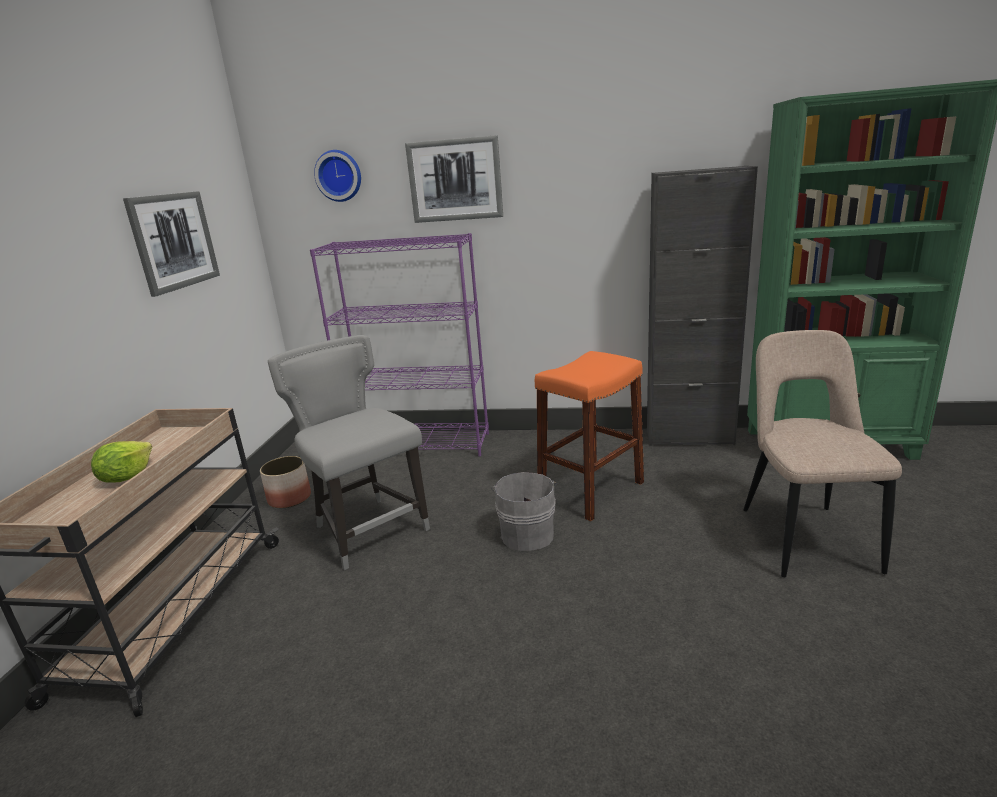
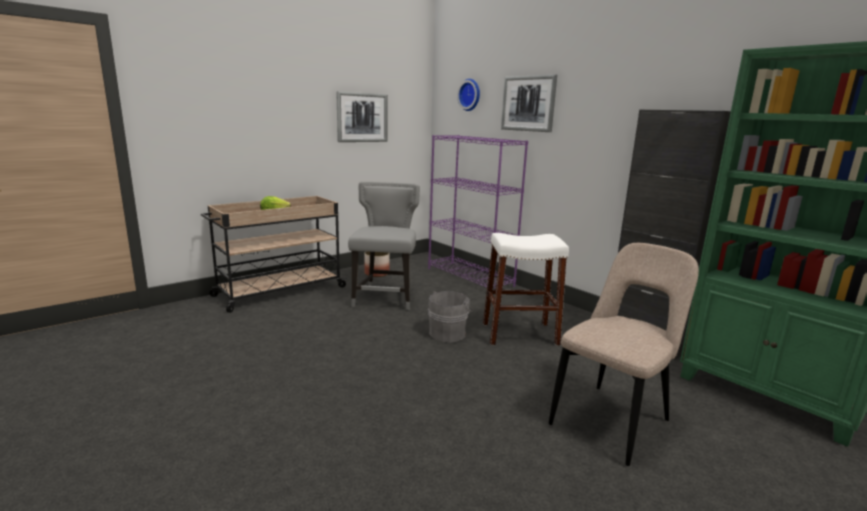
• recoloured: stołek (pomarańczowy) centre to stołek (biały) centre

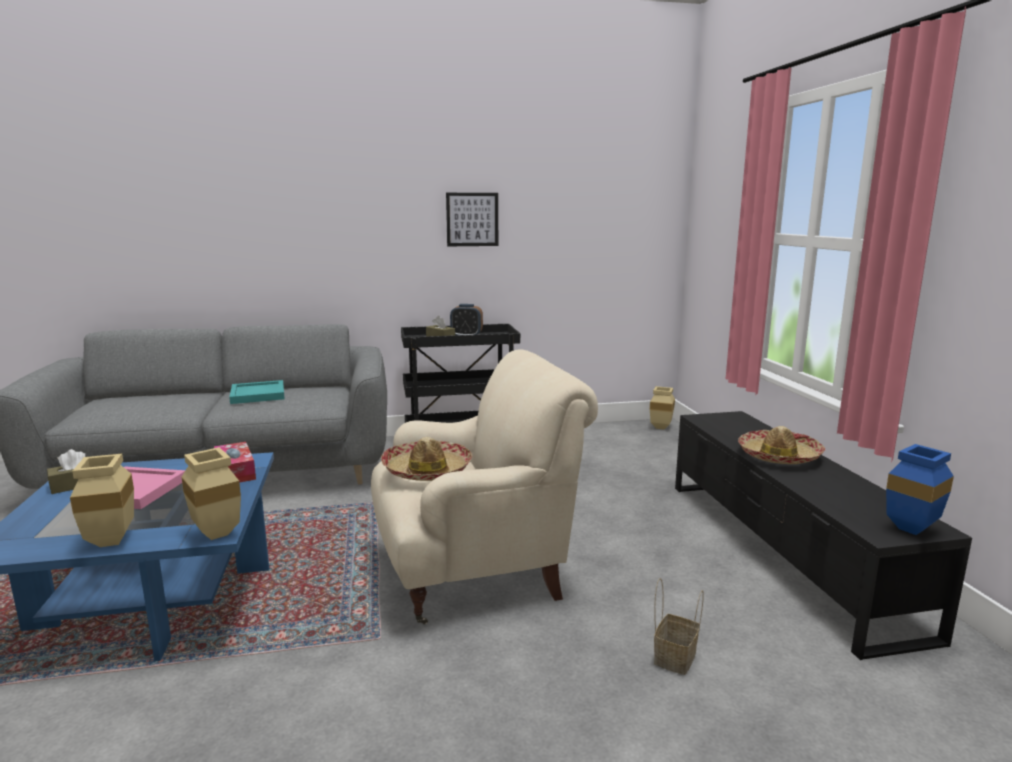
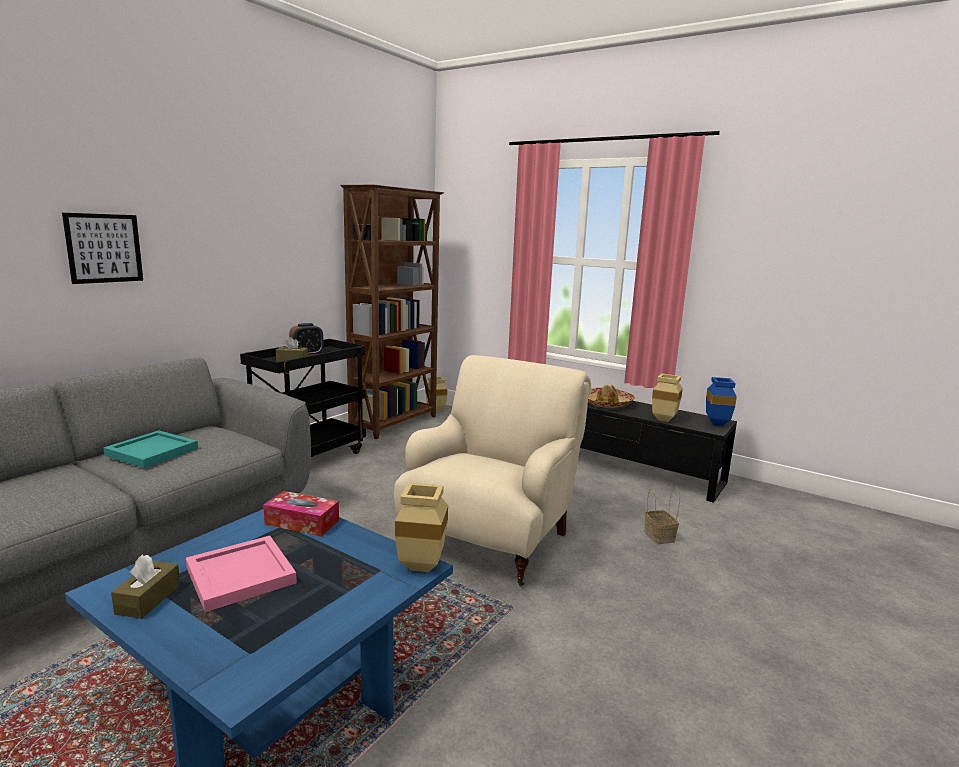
• removed: kapelusz (1st from left) centre
• added: regał (brązowy) centre
• moved: wazon (beżowy) (1st from left in the first image) middle left to wazon (beżowy) (3rd from left) middle right
• moved: obraz top centre to top left

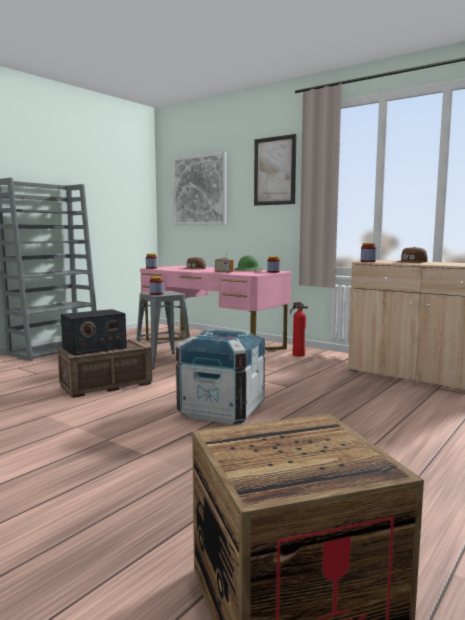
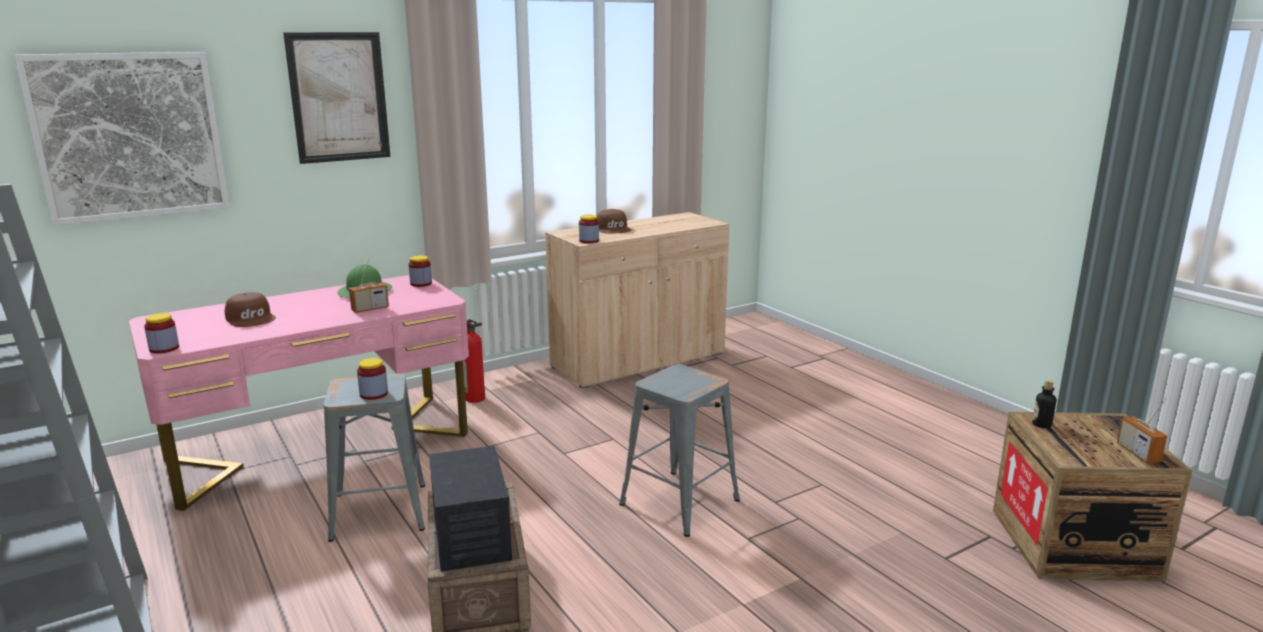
• added: butelka middle right
• added: radio (3rd from left) bottom right
• replaced: skrzynka (2nd from left) centre to stołek (szary) (2nd from left) bottom centre

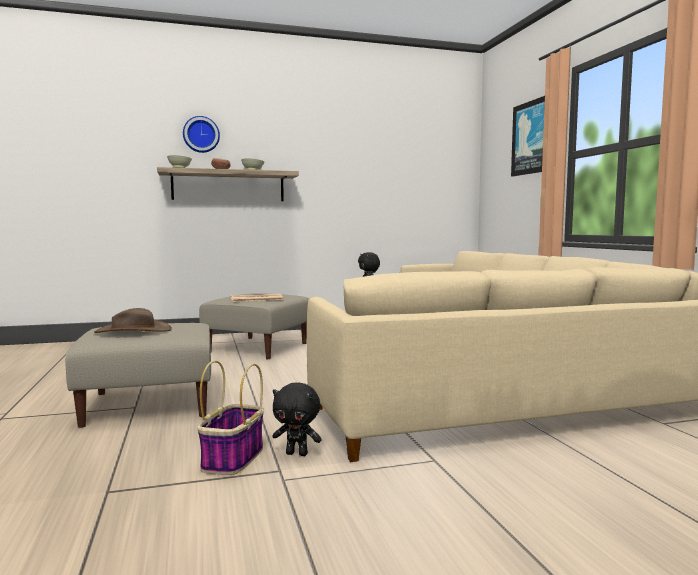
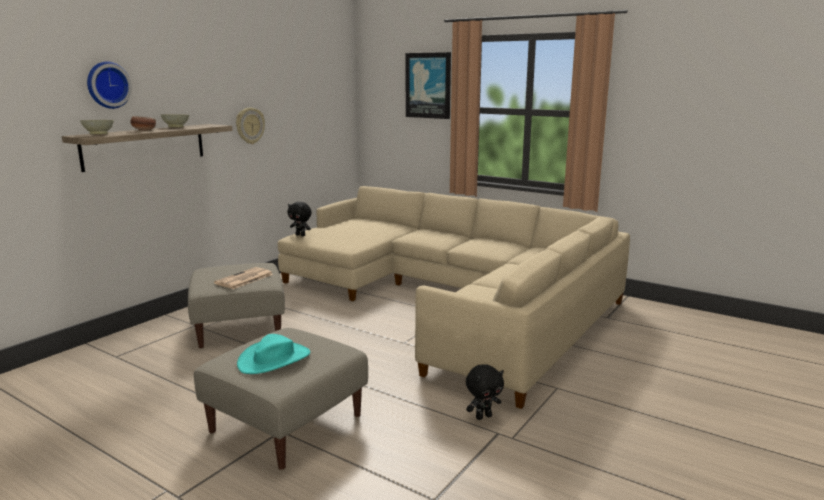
• removed: koszyk bottom left
• added: zegar ścienny (2nd from left) top left
• recoloured: kapelusz (brązowy) middle left to kapelusz (turkusowy) bottom left

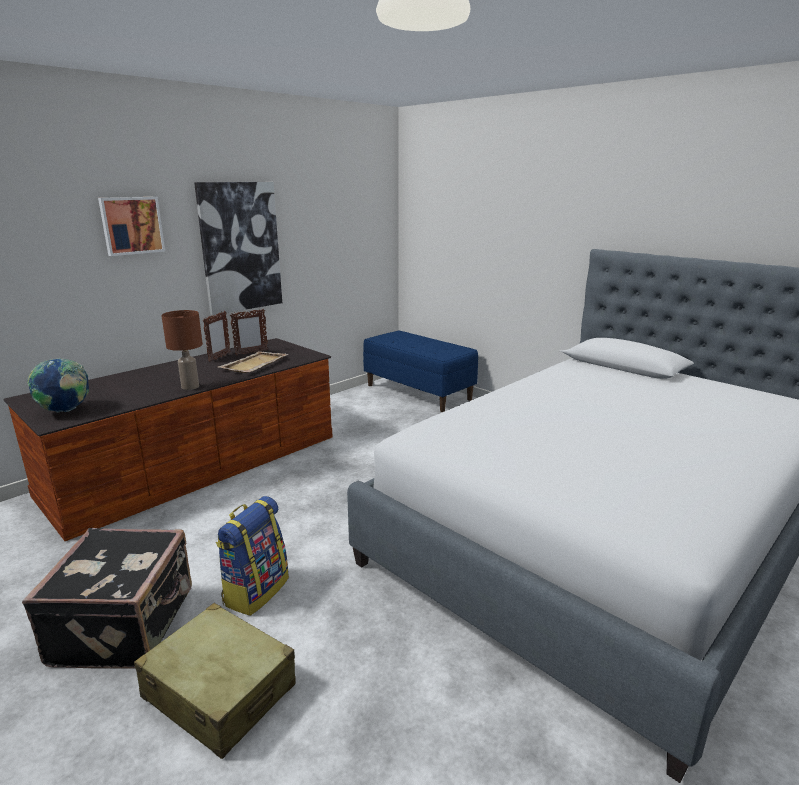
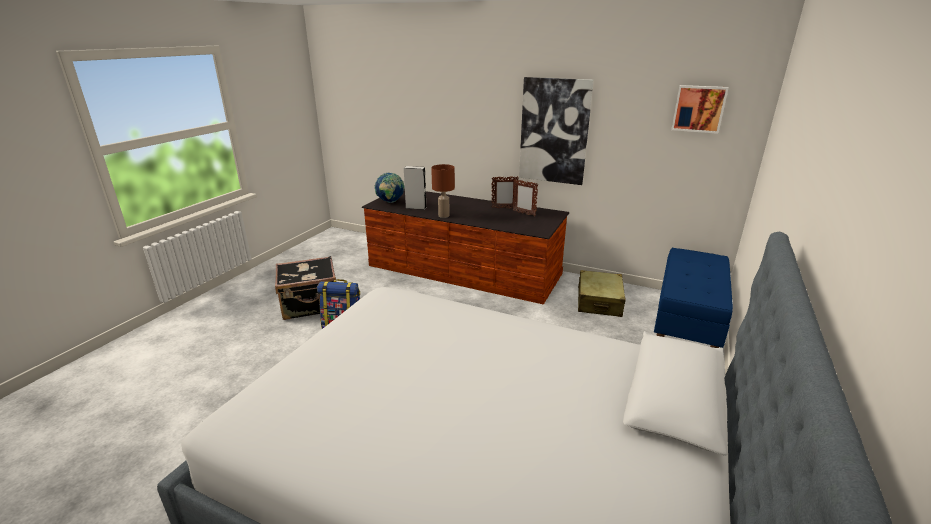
• removed: taca (beżowy) middle left
• added: głośnik (szary) centre
• moved: obraz (1st from left in the first image) top left to obraz (2nd from left) top right
• moved: walizka (beżowy) bottom left to centre

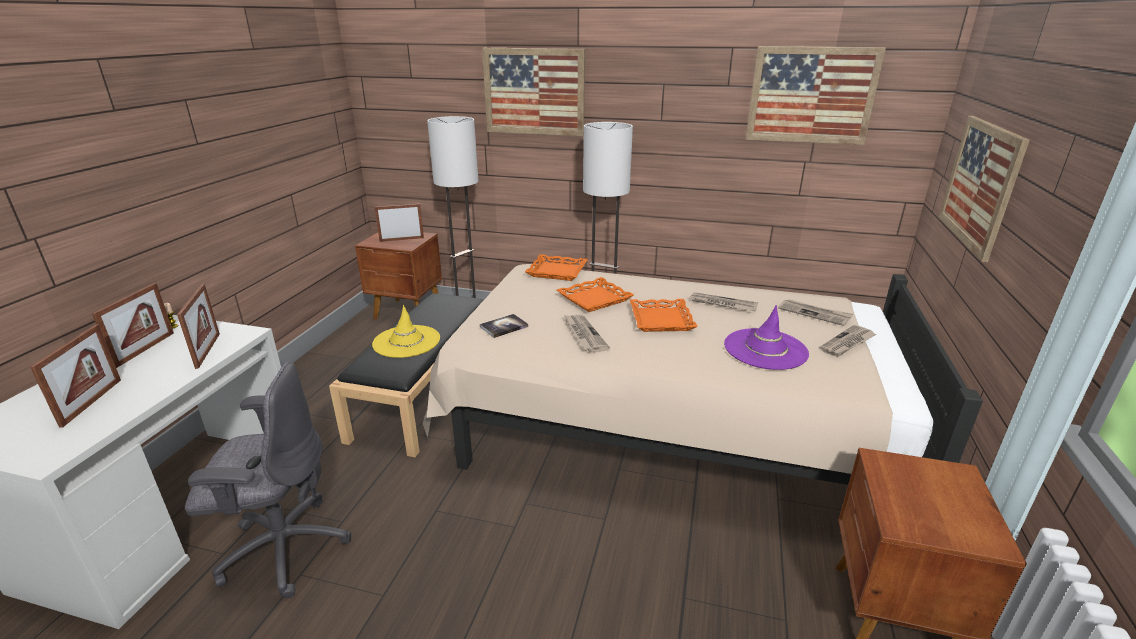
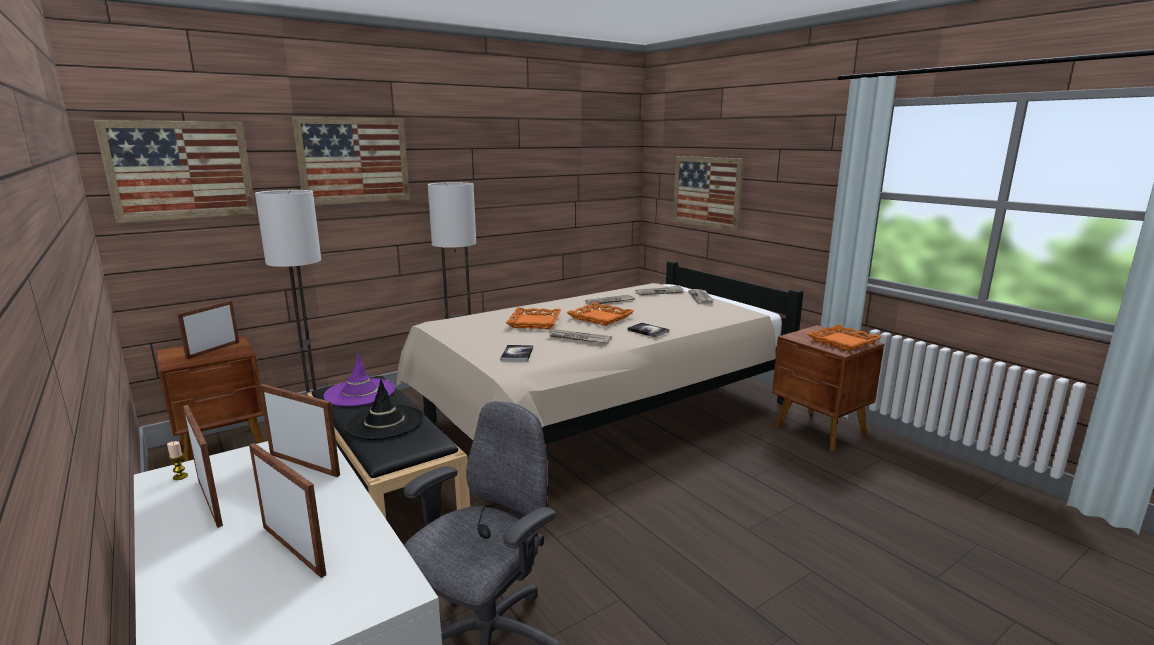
• added: książka (2nd from left) centre
• moved: taca (pomarańczowy) (1st from left in the first image) centre to taca (pomarańczowy) (3rd from left) middle right
• moved: kapelusz (fioletowy) middle right to middle left
• moved: obraz (2nd from left in the first image) top right to obraz (1st from left) top left
• recoloured: kapelusz (żółty) centre to kapelusz (czarny) middle left

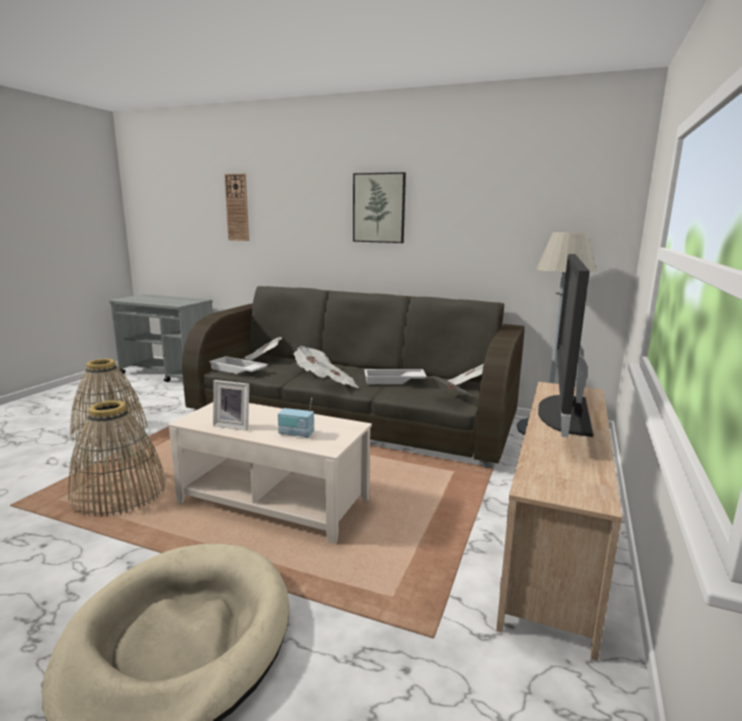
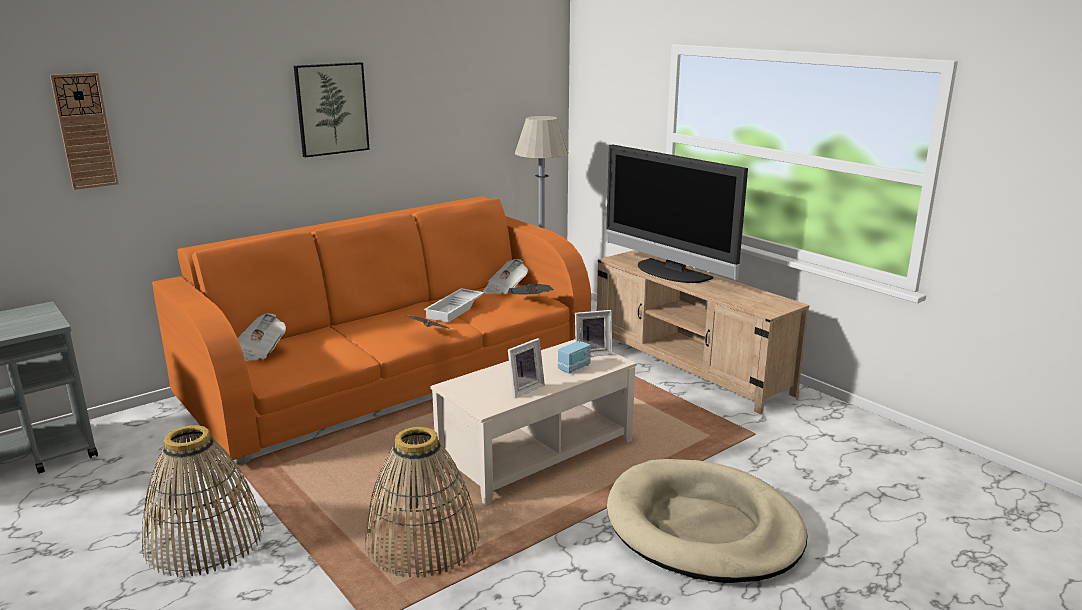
• removed: taca (biały) (1st from left) middle left
• removed: gazeta (2nd from left) centre
• added: ramka na zdjęcie (2nd from left) centre
• recoloured: kanapa (szary) centre to kanapa (pomarańczowy) centre

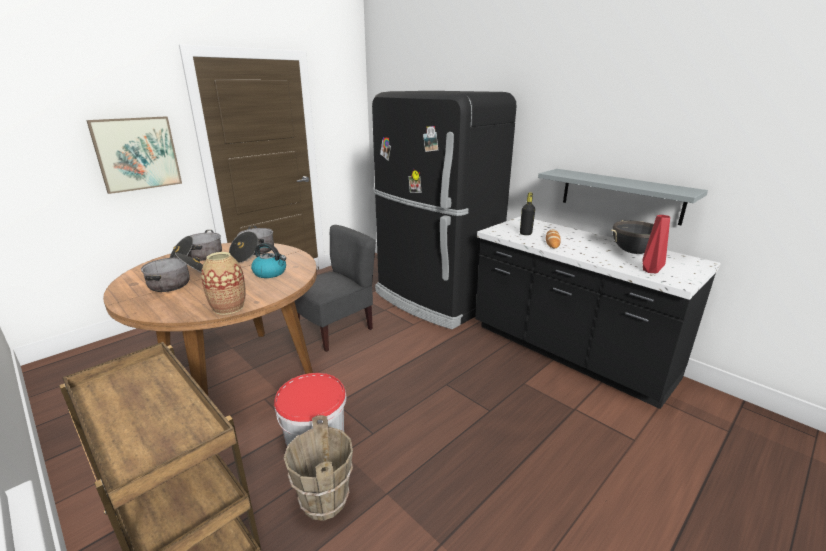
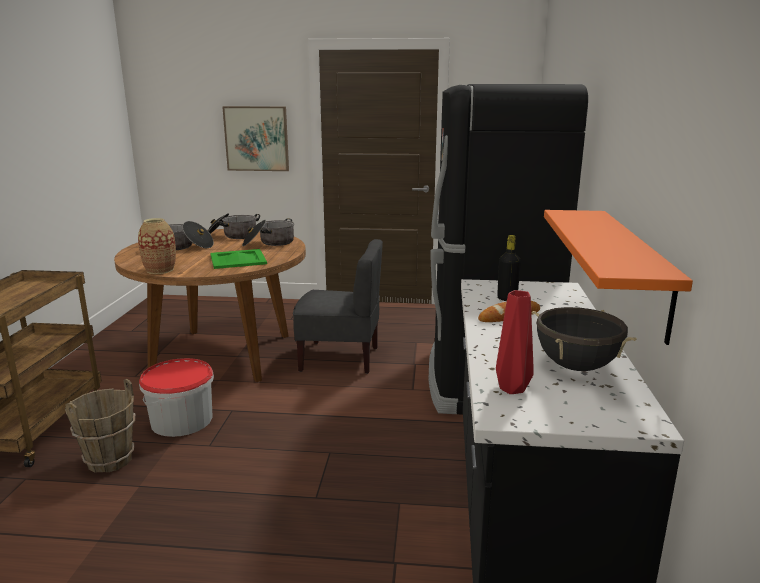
• replaced: czajnik middle left to taca (zielony) middle left
• recoloured: półka (szary) middle right to półka (pomarańczowy) middle right

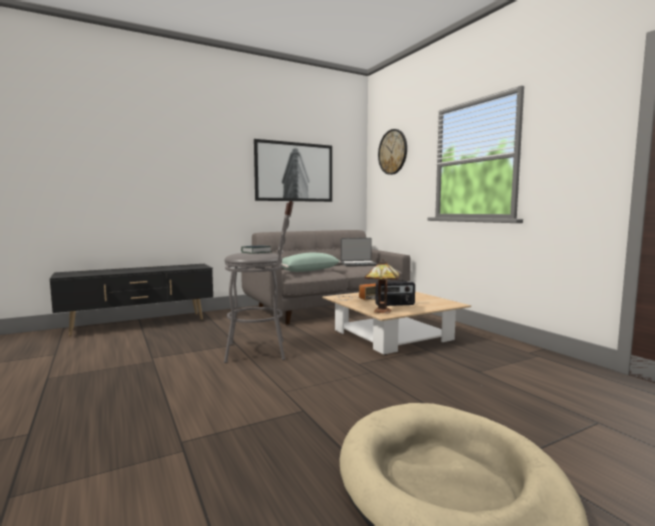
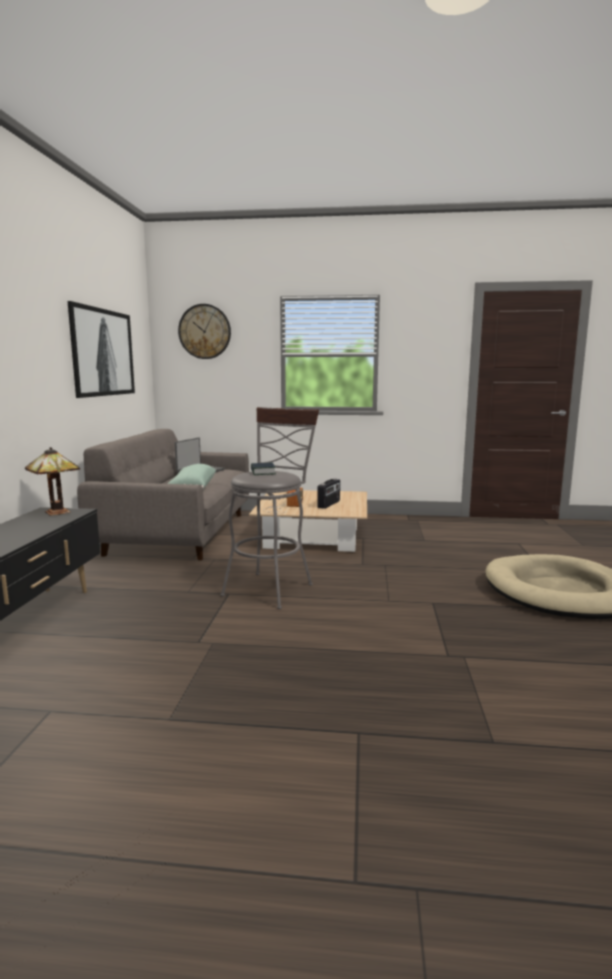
• moved: lampa stołowa centre to middle left

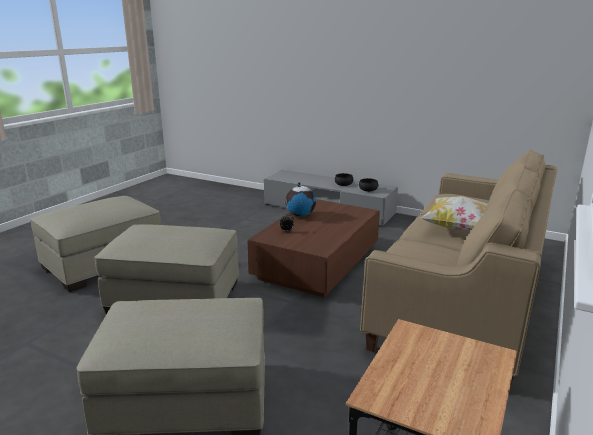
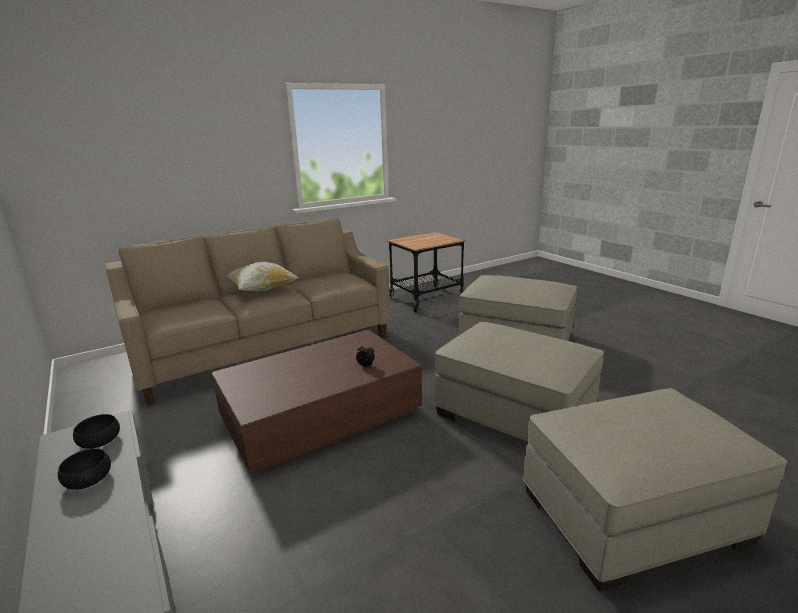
• removed: globus centre

